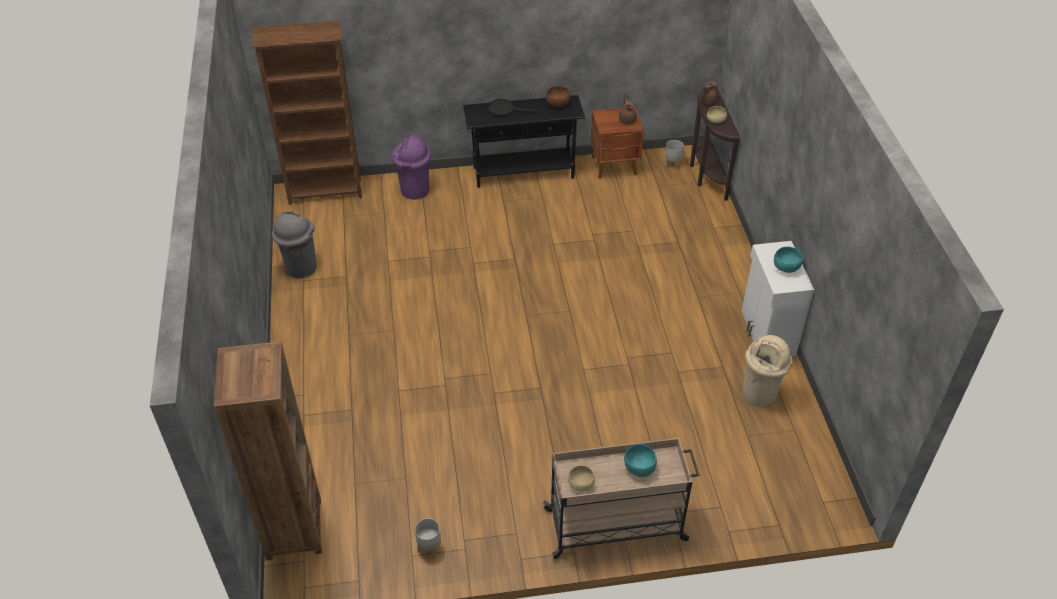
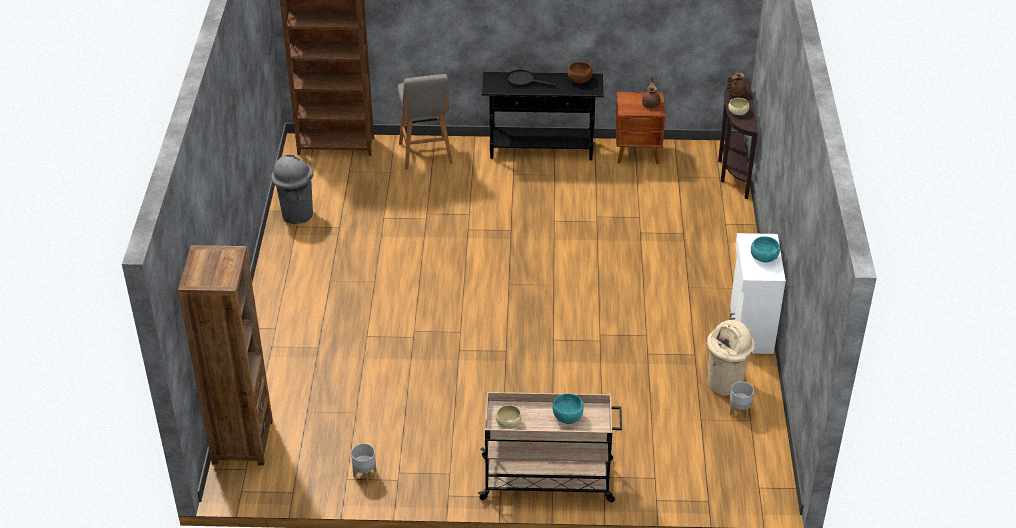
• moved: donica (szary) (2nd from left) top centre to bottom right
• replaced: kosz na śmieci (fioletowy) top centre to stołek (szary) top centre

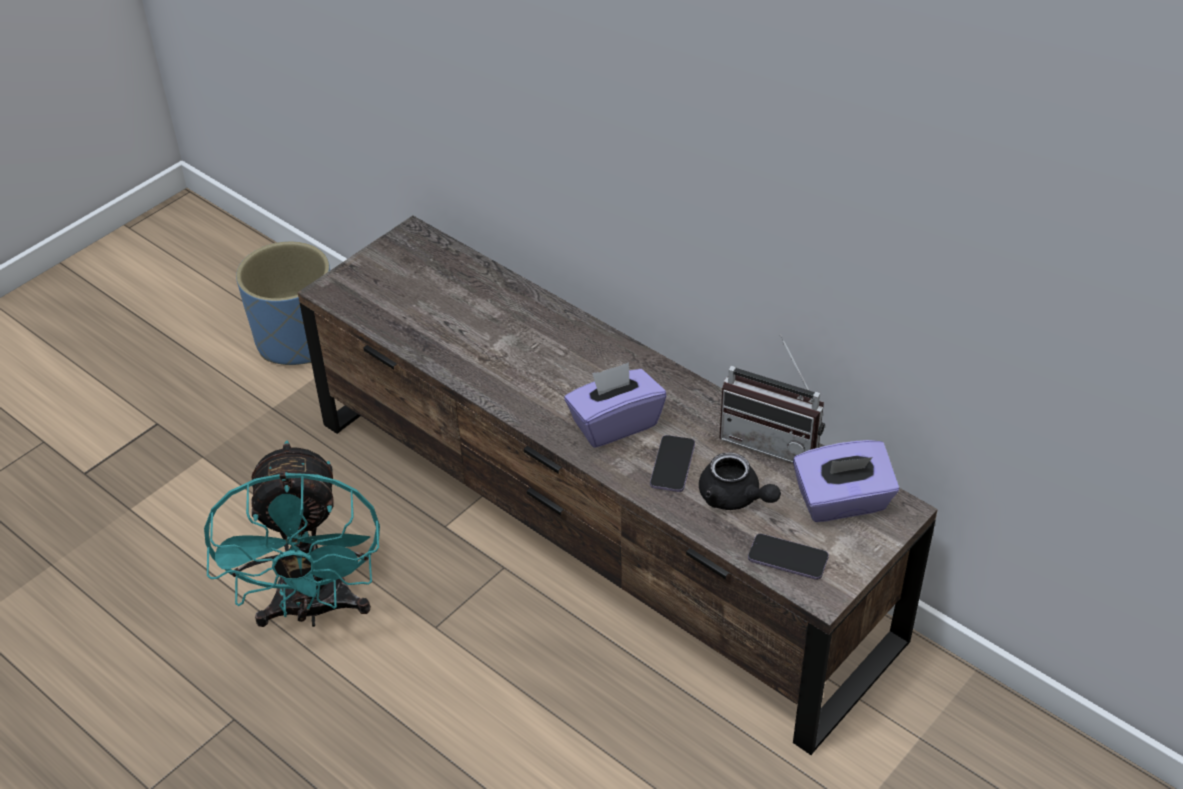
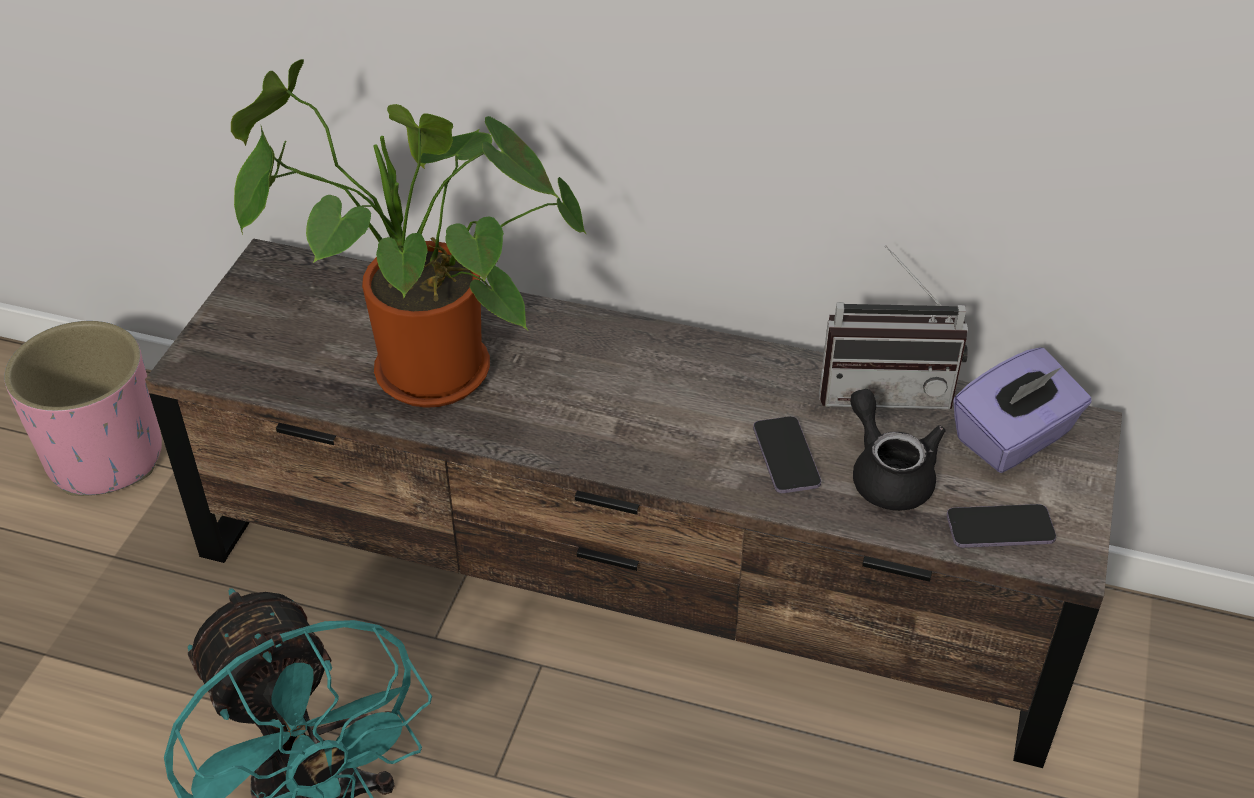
• removed: pudełko chusteczek (fioletowy) (1st from left) centre
• added: roślina doniczkowa top left
• recoloured: donica (niebieski) middle left to donica (różowy) middle left
• turned: imbryk (czarny) centre = middle right 135 degrees counterclockwise

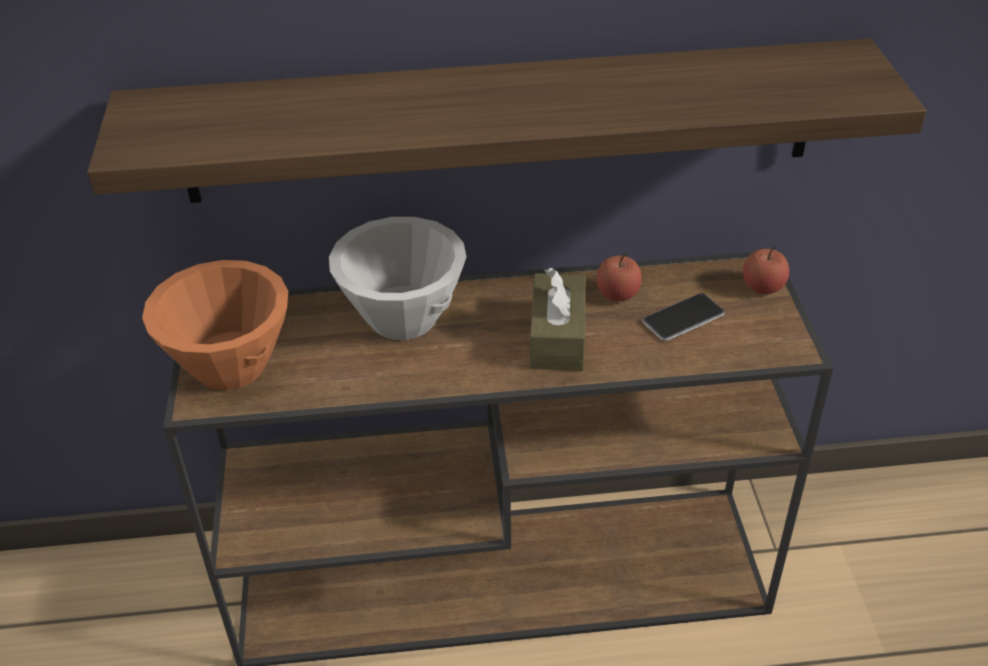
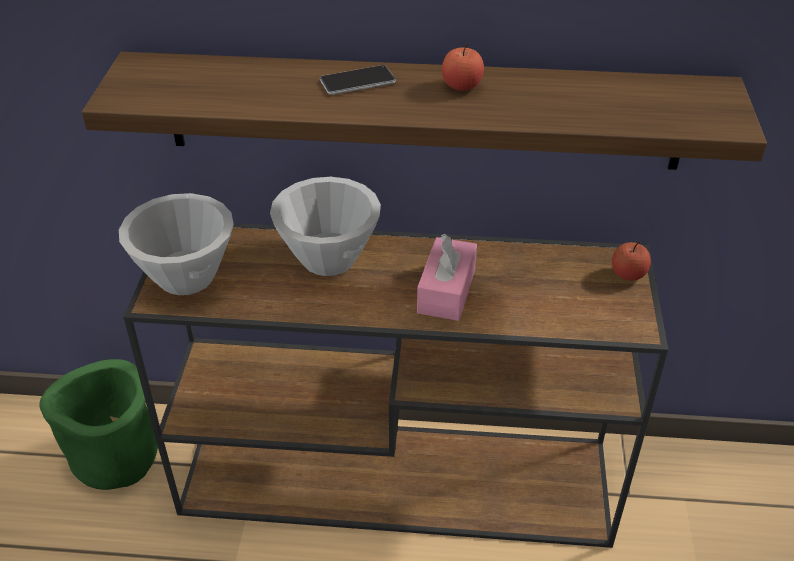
• added: donica (zielony) bottom left
• moved: jabłko (1st from left) centre to top centre
• moved: telefon middle right to top centre
• recoloured: miska (pomarańczowy) middle left to miska (biały) (1st from left) middle left
• recoloured: pudełko chusteczek (brązowy) centre to pudełko chusteczek (różowy) centre

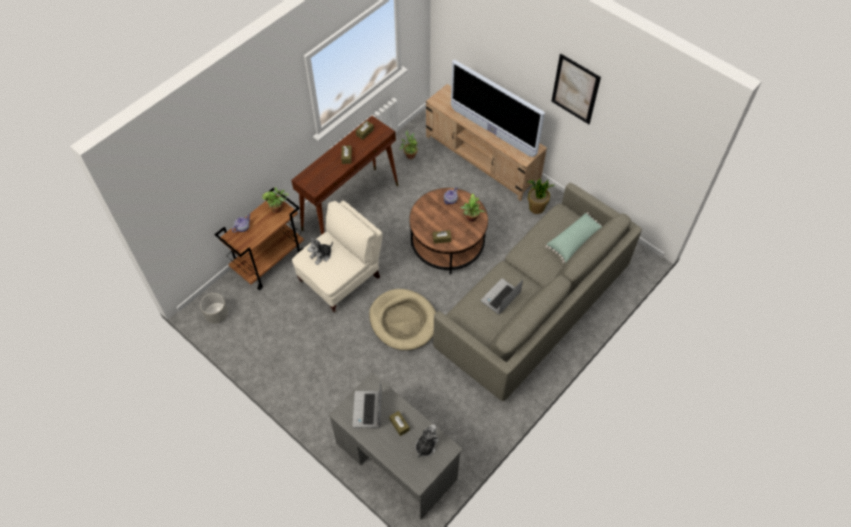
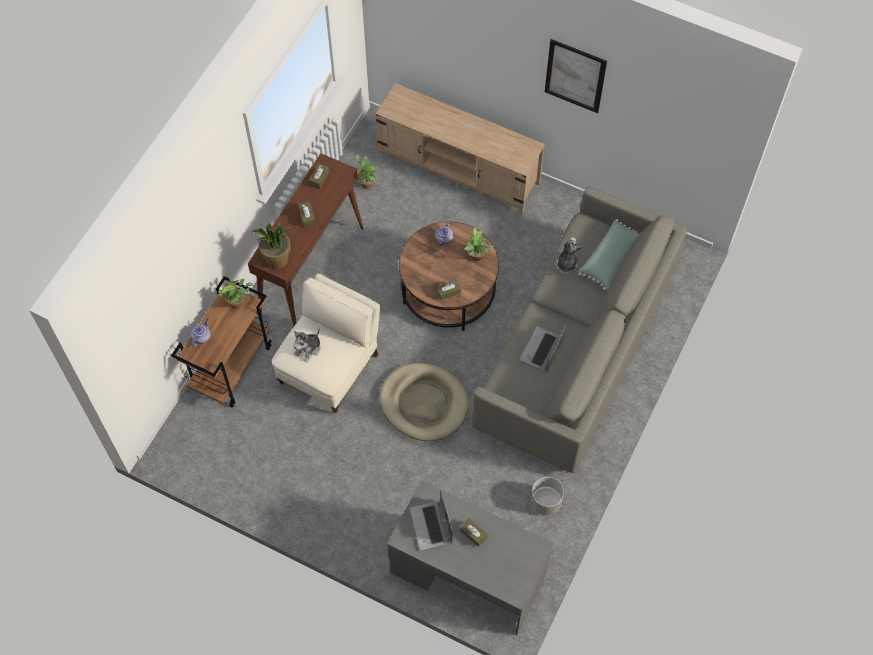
• removed: telewizor top centre
• moved: donica (szary) middle left to bottom centre
• moved: pluszak (2nd from left) bottom centre to centre
• moved: roślina doniczkowa (4th from left in the first image) centre to roślina doniczkowa (2nd from left) middle left

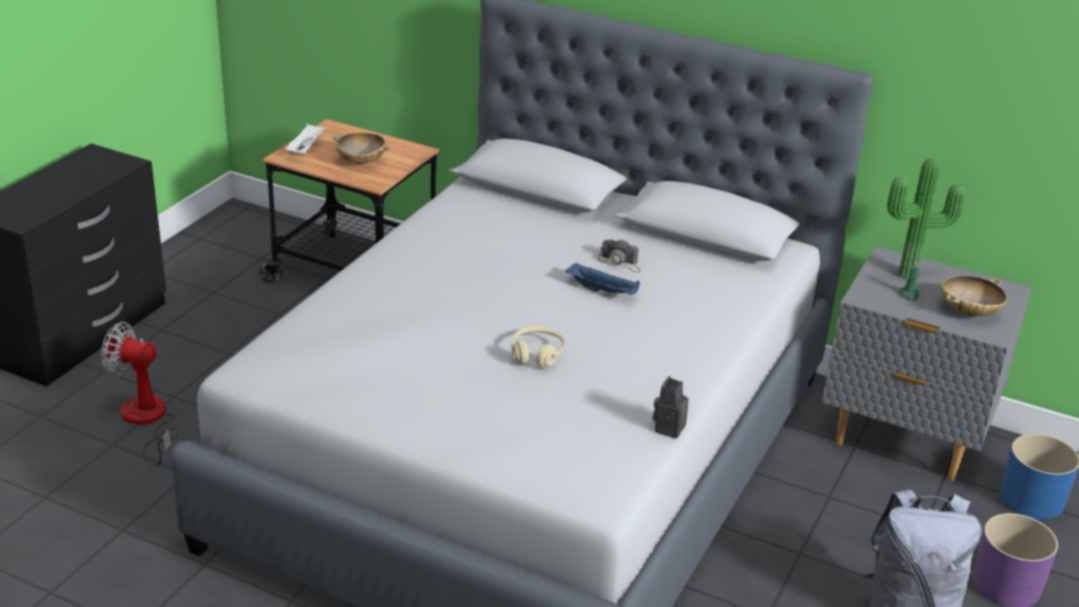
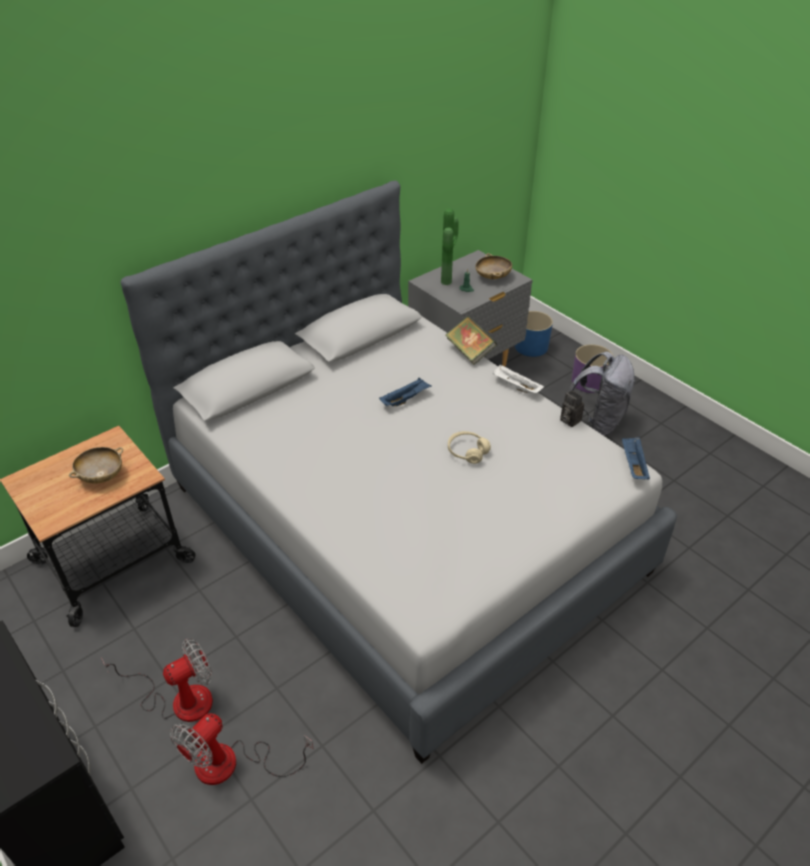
• removed: aparat fotograficzny (1st from left) centre
• added: wentylator (1st from left) bottom left
• added: książka centre
• added: taca (niebieski) (2nd from left) middle right
• moved: taca (biały) top left to centre

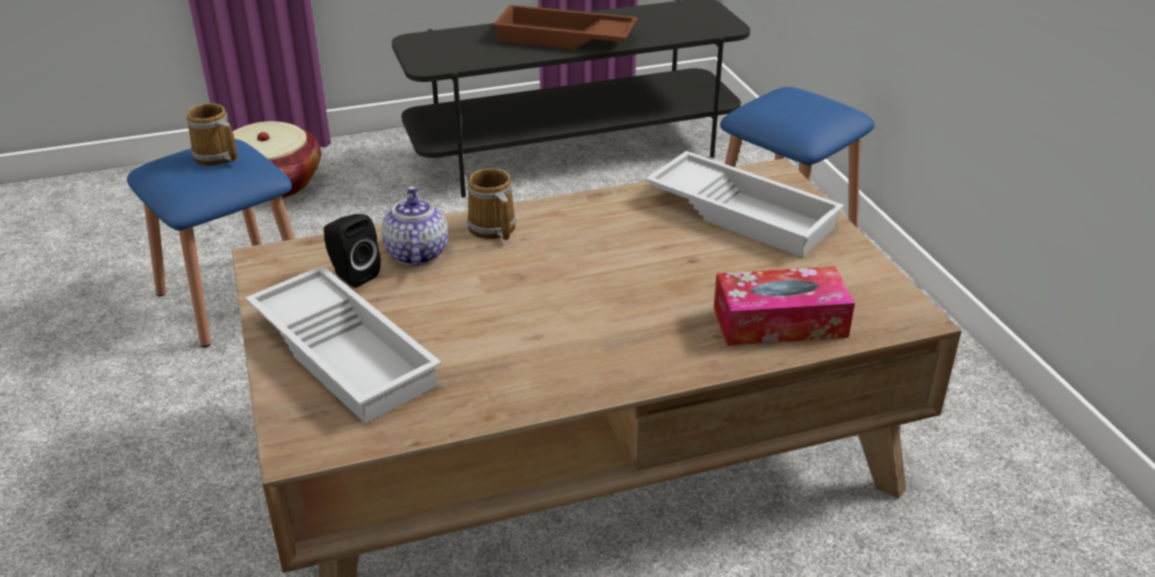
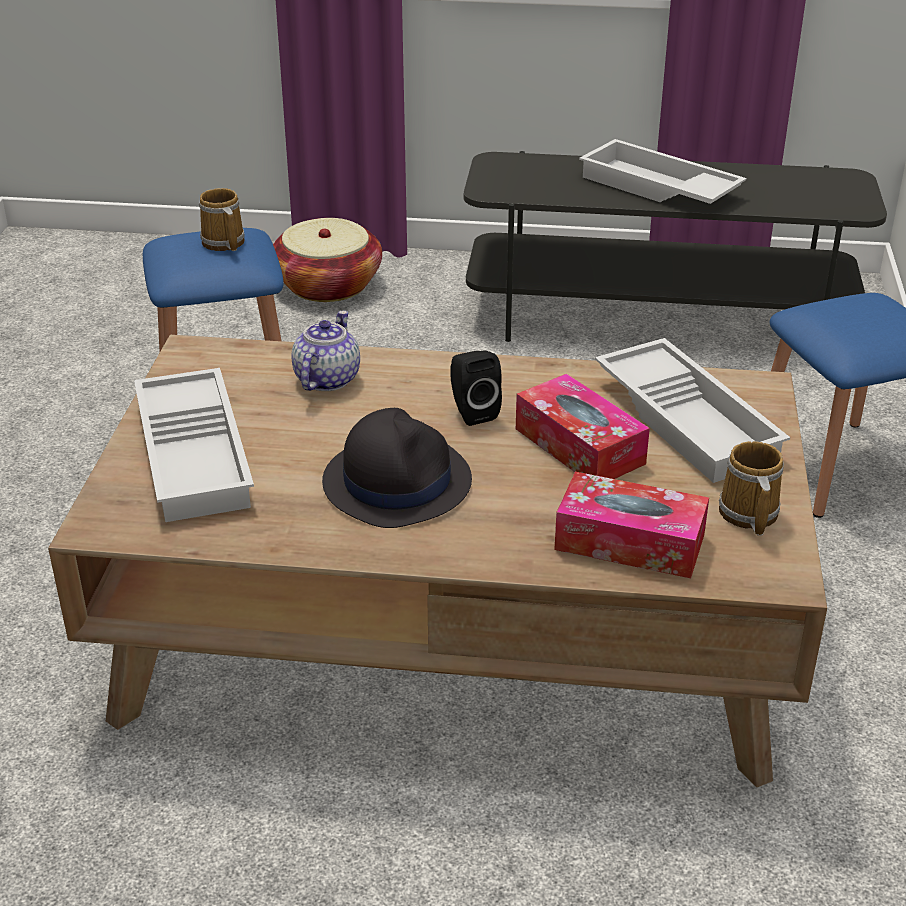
• added: kapelusz (czarny) centre
• added: pudełko chusteczek (1st from left) centre
• moved: głośnik (czarny) middle left to centre
• moved: kubek (2nd from left) centre to middle right
• recoloured: taca (brązowy) top centre to taca (biały) (2nd from left) top right

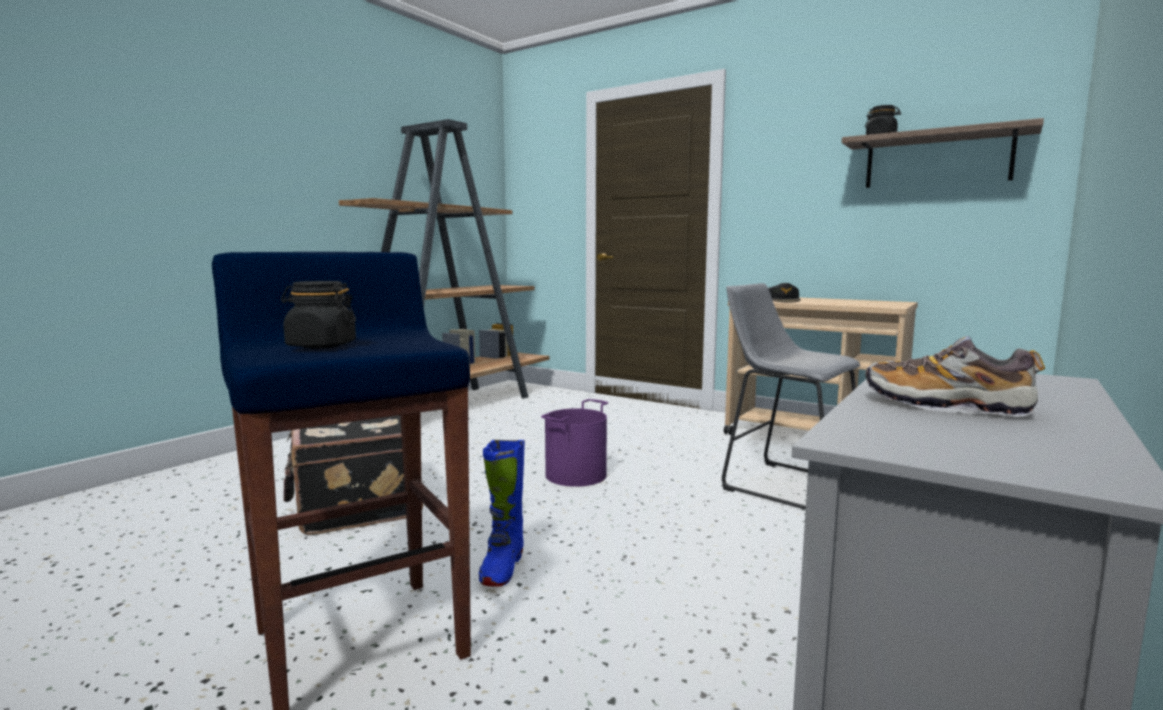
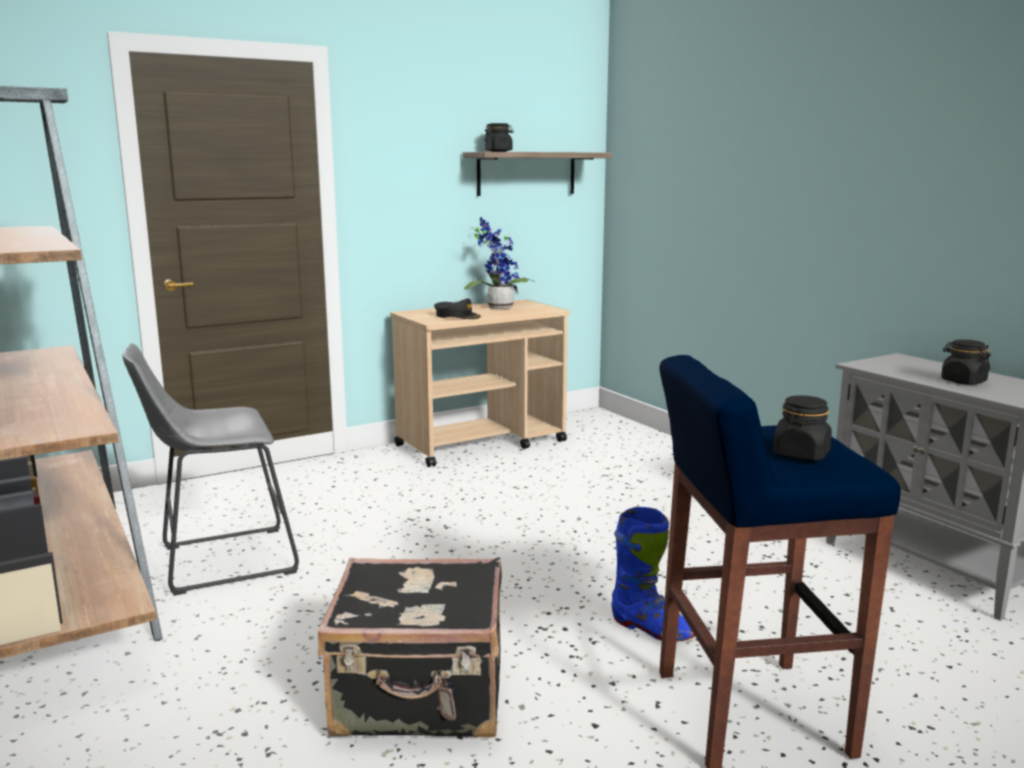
• removed: wiadro (fioletowy) centre
• added: roślina doniczkowa centre
• moved: stołek (szary) middle right to middle left
• replaced: but middle right to słoik (czarny) (3rd from left) middle right

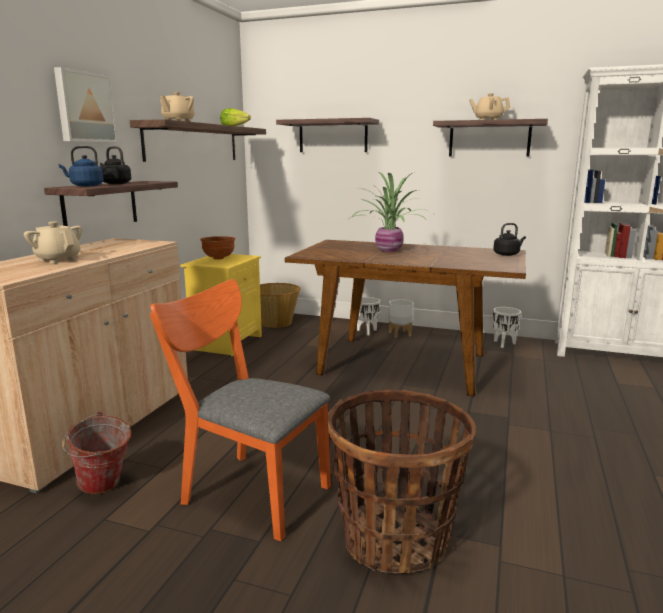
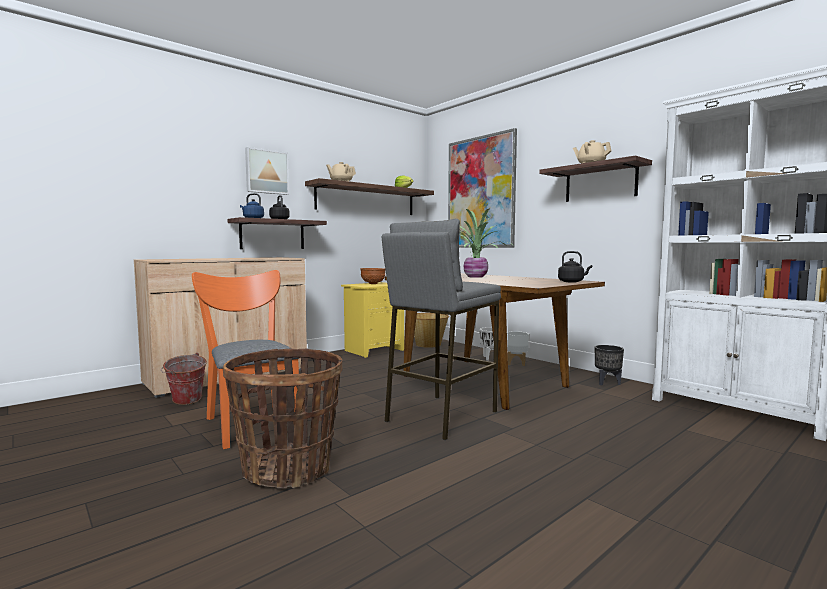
• removed: imbryk (beżowy) (1st from left) middle left
• added: stołek (szary) centre
• replaced: półka (3rd from left) top centre to obraz (2nd from left) top centre
• recoloured: donica (biały) (3rd from left) middle right to donica (czarny) middle right

